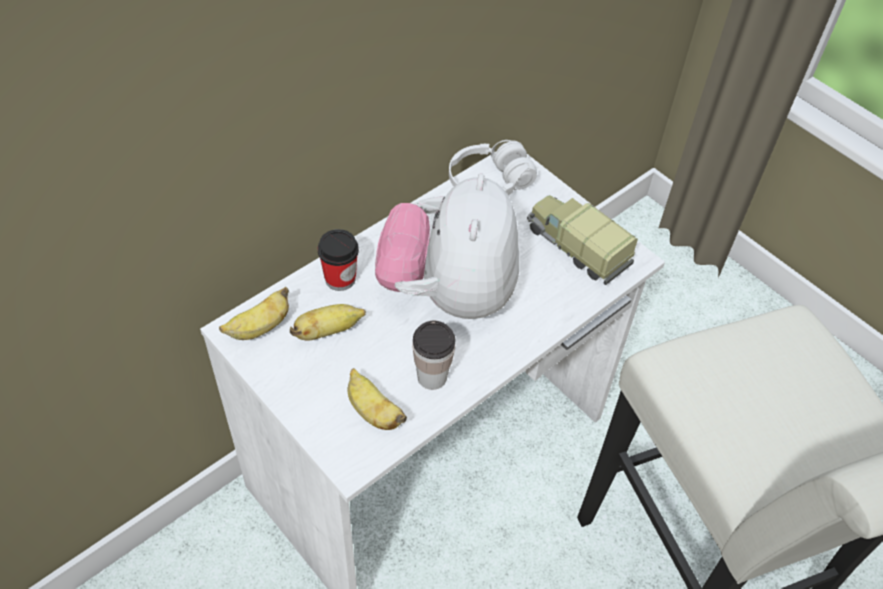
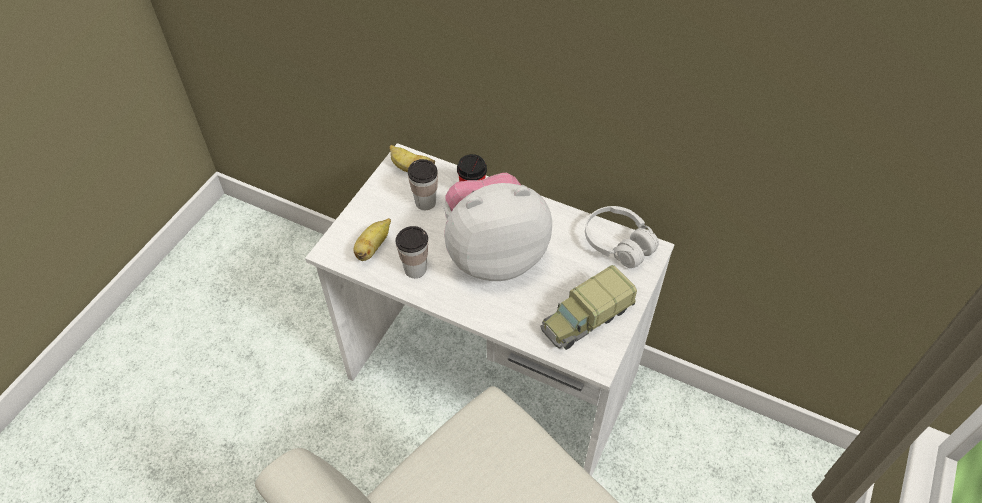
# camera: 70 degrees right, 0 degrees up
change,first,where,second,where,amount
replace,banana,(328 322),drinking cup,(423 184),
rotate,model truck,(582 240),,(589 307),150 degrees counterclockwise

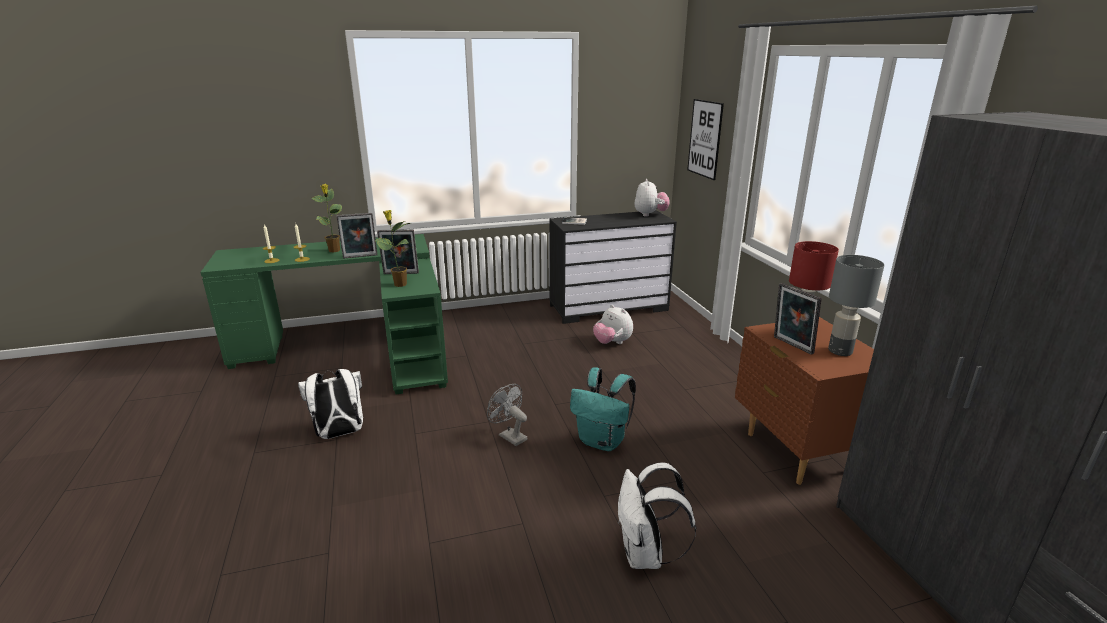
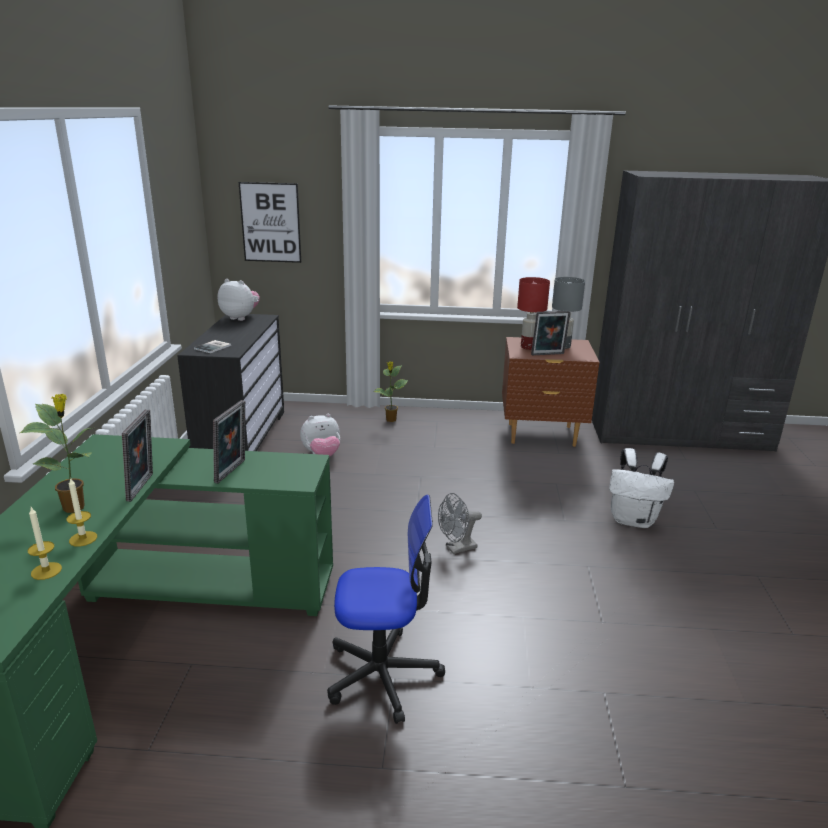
# camera: 70 degrees left, 0 degrees up
change,first,where,second,where,amount
replace,white-coloured rucksack,(330 404),computer chair,(386 609),
move,houseplant,(394 248),,(390 392),
delete,blue-green rucksack,(603 409),,,

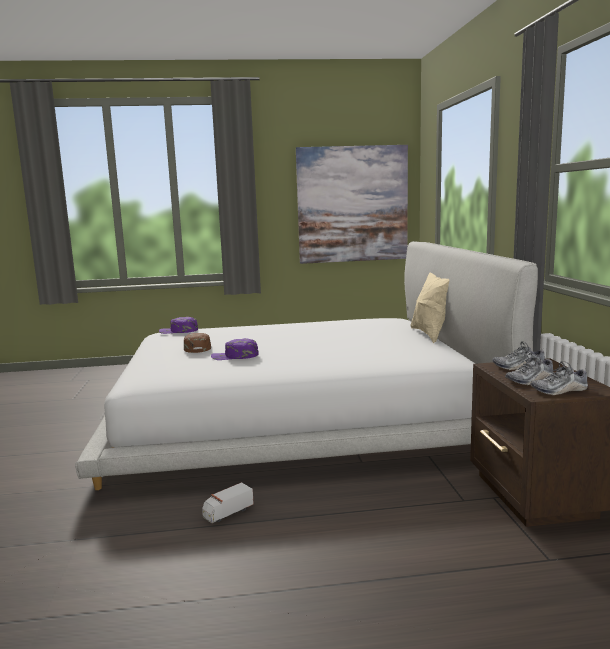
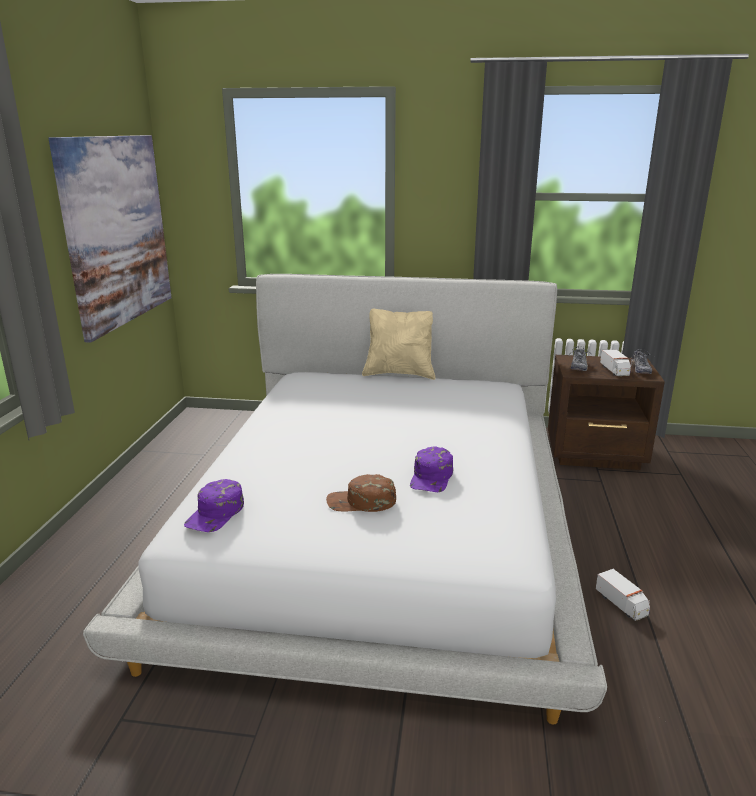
# camera: 75 degrees left, 10 degrees up
change,first,where,second,where,amount
replace,shoe,(529 369),model truck,(616 362),

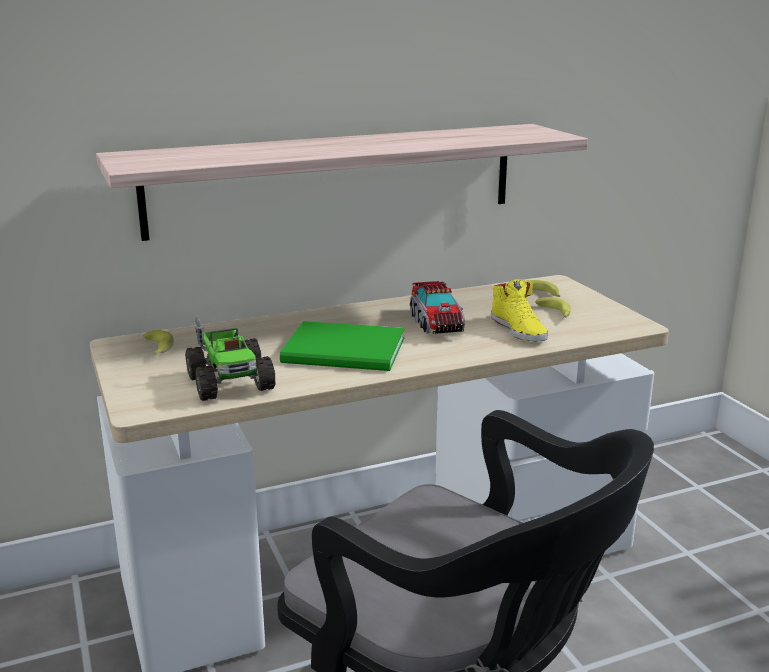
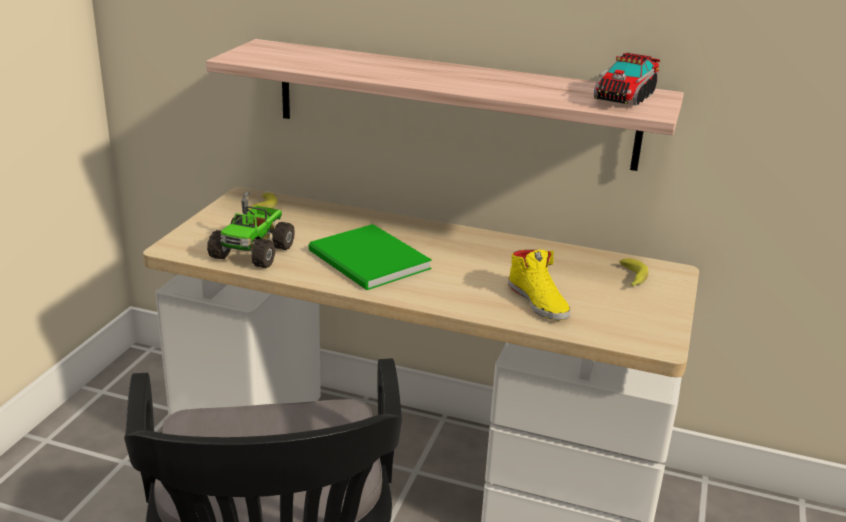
# camera: 40 degrees right, 5 degrees up
change,first,where,second,where,amount
move,model truck,(437 307),,(627 79),
rotate,yellowish shoe,(519 310),,(539 285),45 degrees counterclockwise
delete,banana,(553 307),,,

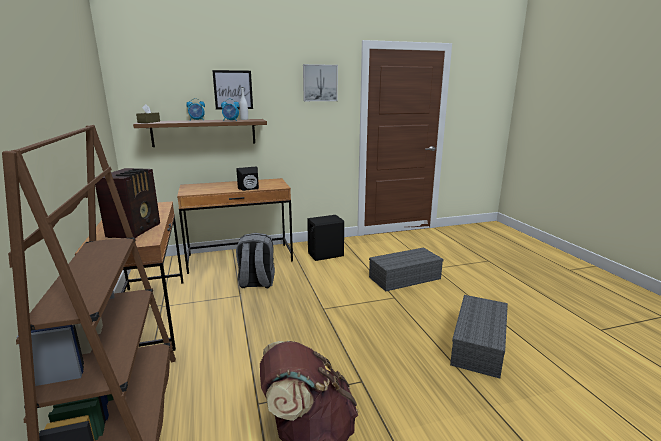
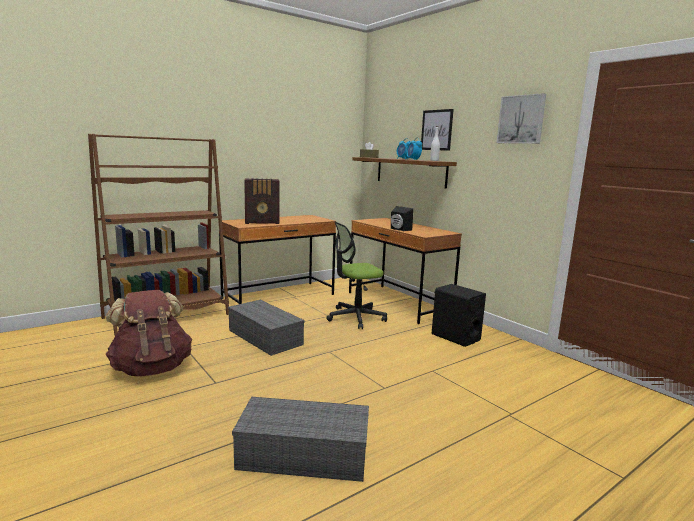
# camera: 70 degrees right, 5 degrees down
change,first,where,second,where,amount
replace,greyish rucksack,(255 260),computer chair,(356 275),
move,greyish storage container,(406 269),,(266 328),

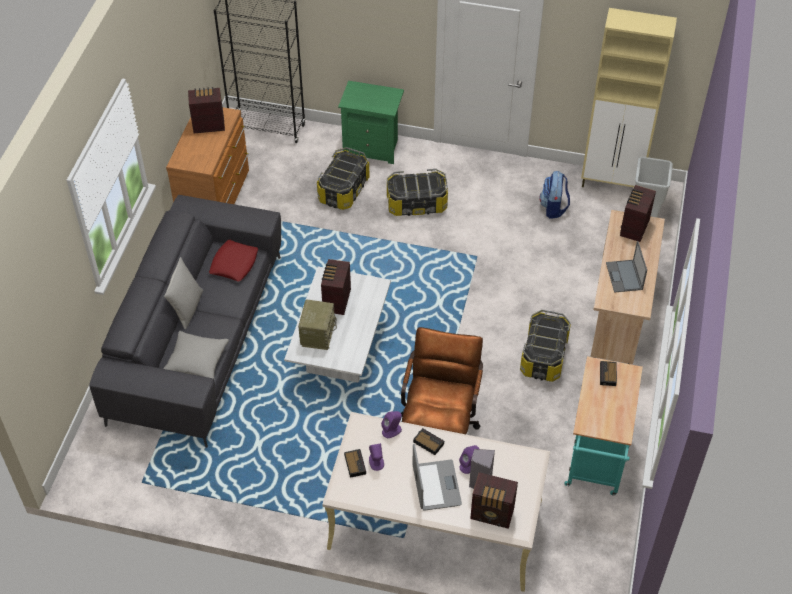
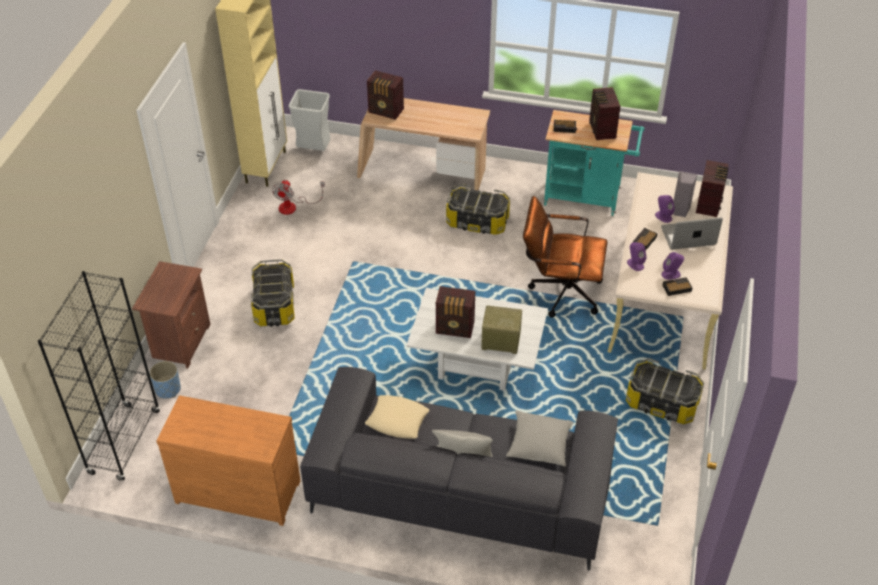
# camera: 90 degrees left, 5 degrees down
change,first,where,second,where,amount
move,radio receiver,(206 110),,(605 113),
recolor,red-coloured pillow,(233 261),beige pillow,(397 417),
move,storage container,(343 178),,(665 391),
recolor,greenish nightstand,(371 122),brown nightstand,(171 314),
replace,rucksack,(554 194),electric fan,(298 197),
delete,portable computer,(626 267),,,
insert,,,bluish flower pot,(165 380),

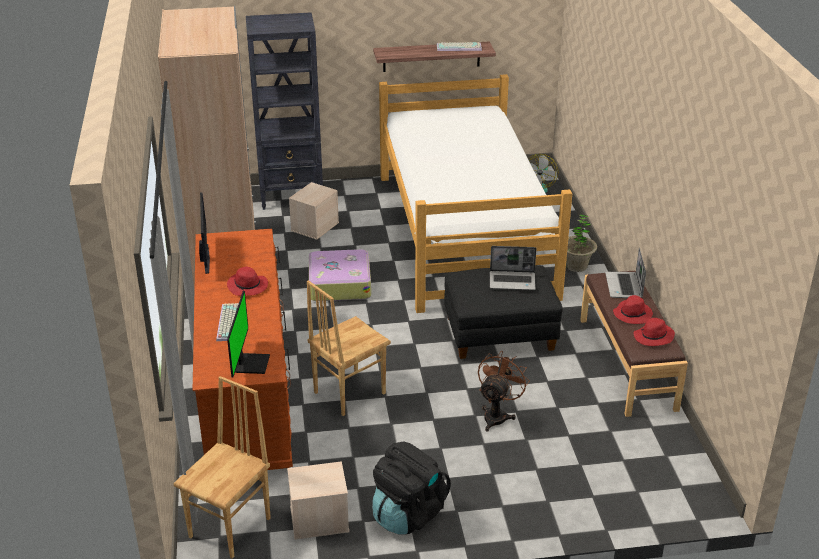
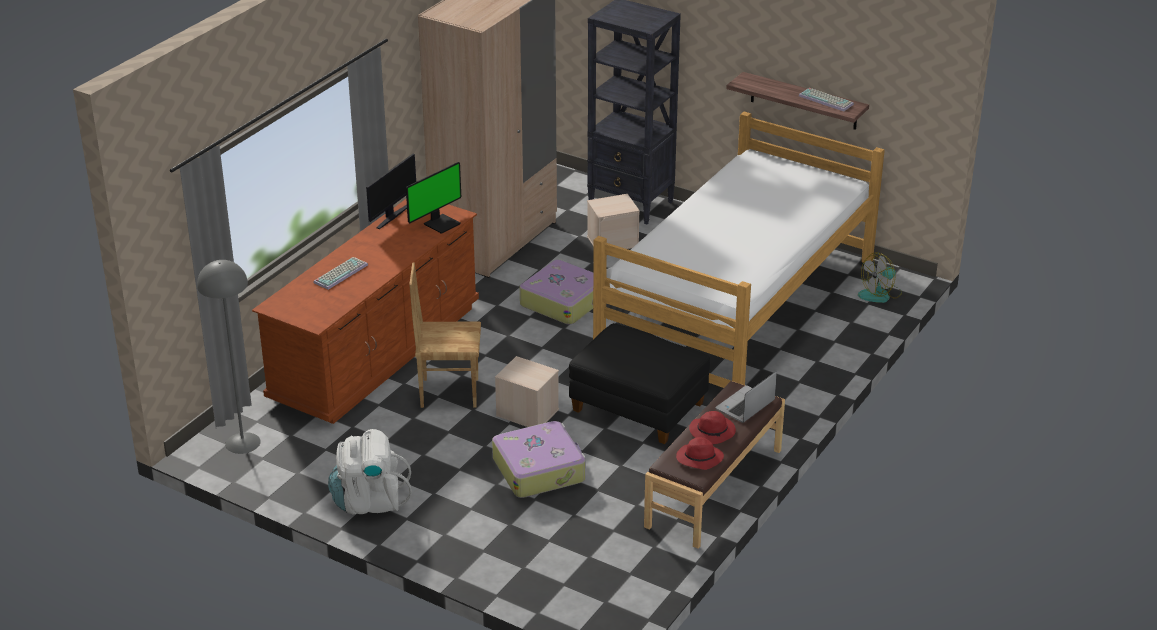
# camera: 40 degrees right, 0 degrees up
change,first,where,second,where,amount
replace,brown plain chair,(222 467),greyish floor lamp,(229 357),
delete,red-coloured clothing hat,(247 281),,,
move,monitor,(248 334),,(433 198),
move,beige storage container,(318 500),,(527 391),
recolor,black rucksack,(411 488),white-coloured rucksack,(370 471),
replace,brown electric fan,(504 391),suitcase,(539 459),
delete,portable computer,(513 268),,,
delete,houseplant,(581 243),,,

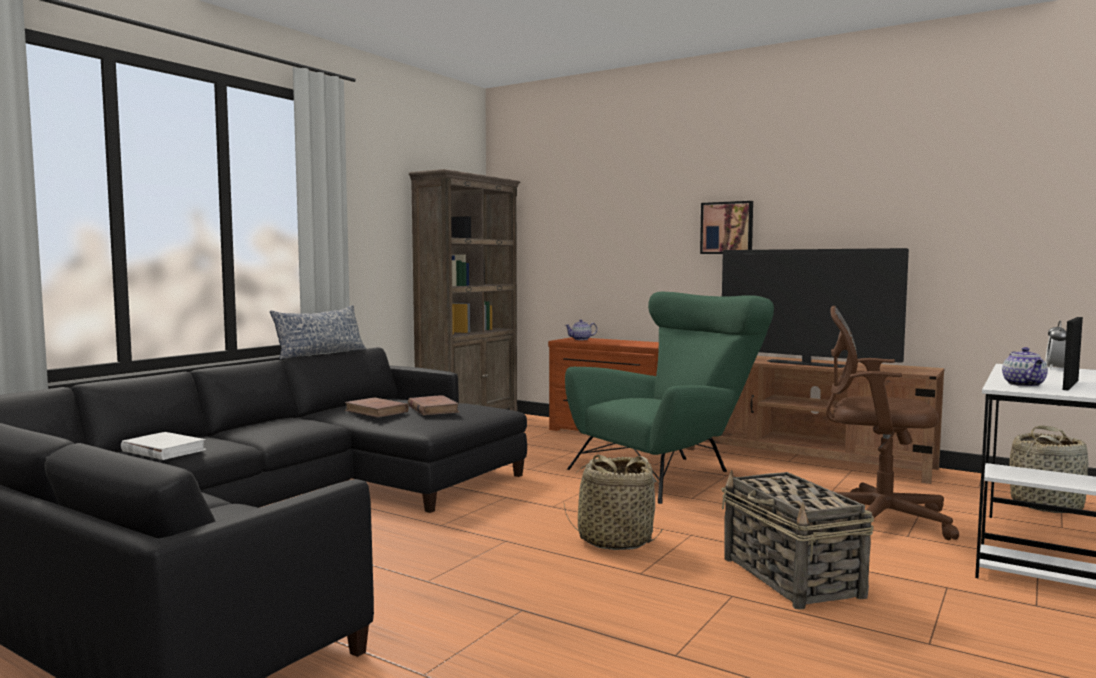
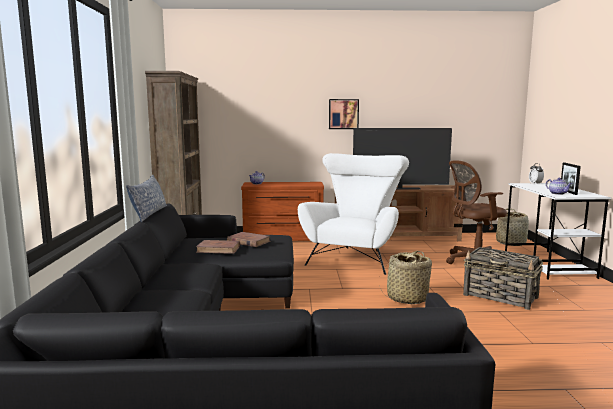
# camera: 35 degrees left, 5 degrees up
change,first,where,second,where,amount
delete,white-coloured book,(163 446),,,
recolor,greenish easy chair,(669 398),white-coloured easy chair,(353 214),

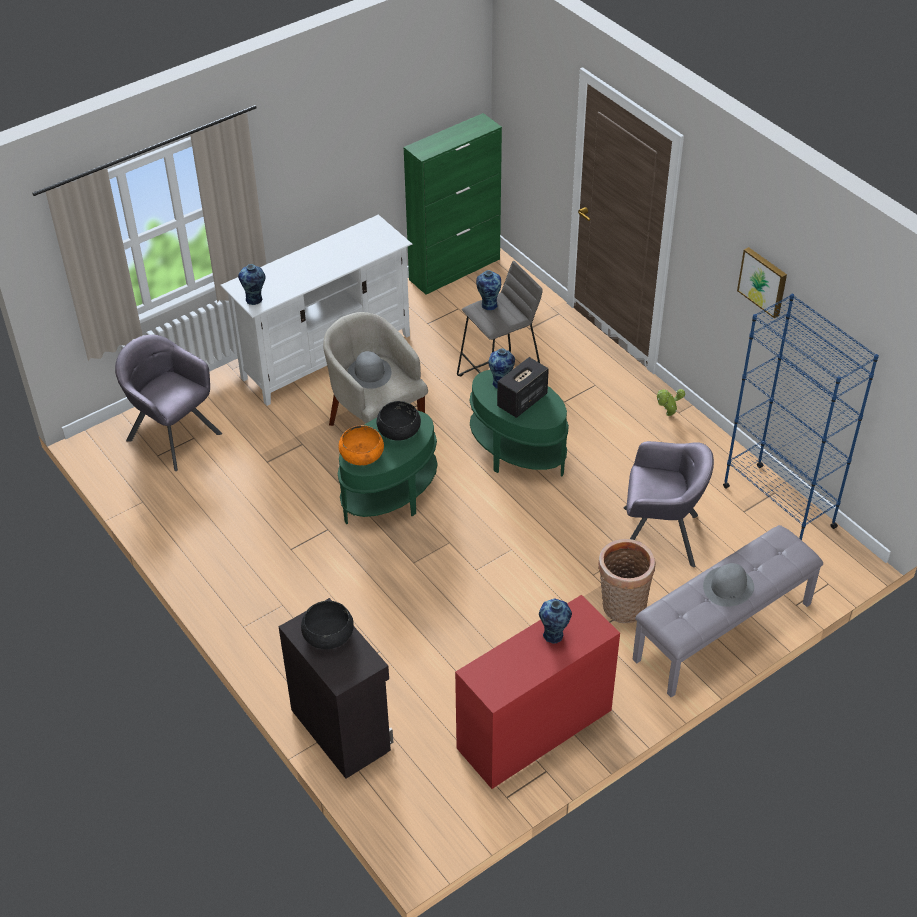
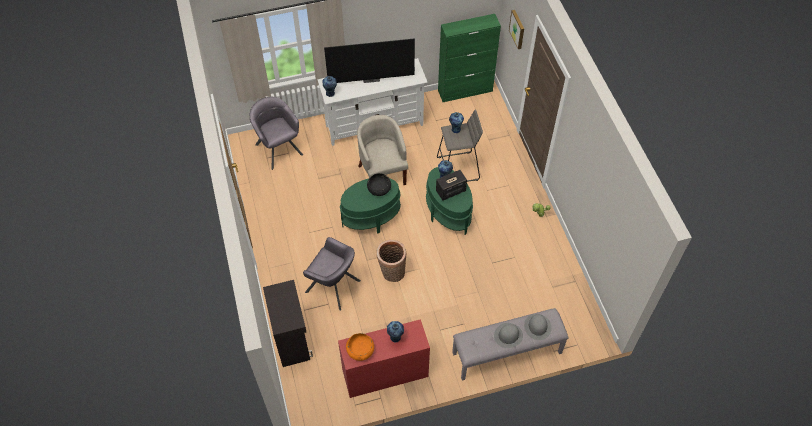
# camera: 20 degrees right, 10 degrees up
change,first,where,second,where,amount
delete,black bowl,(327 625),,,
move,orange-coloured bowl,(361 445),,(360 347),
move,greyish clothing hat,(370 370),,(538 327),
move,storage basket,(627 581),,(392 261),
move,greyish easy chair,(669 504),,(332 274),
delete,bluish bookcase,(801 417),,,
move,picture,(762 282),,(516 29),
insert,,,television,(369 60),

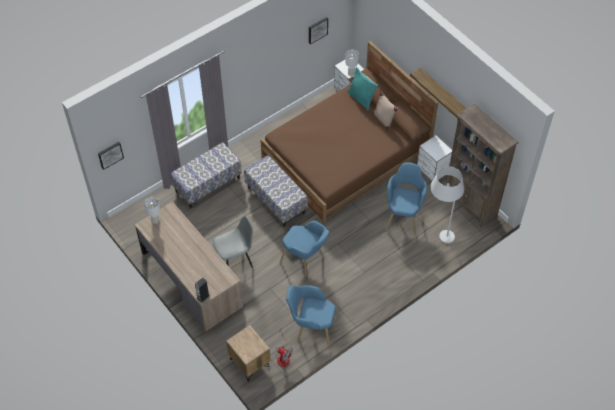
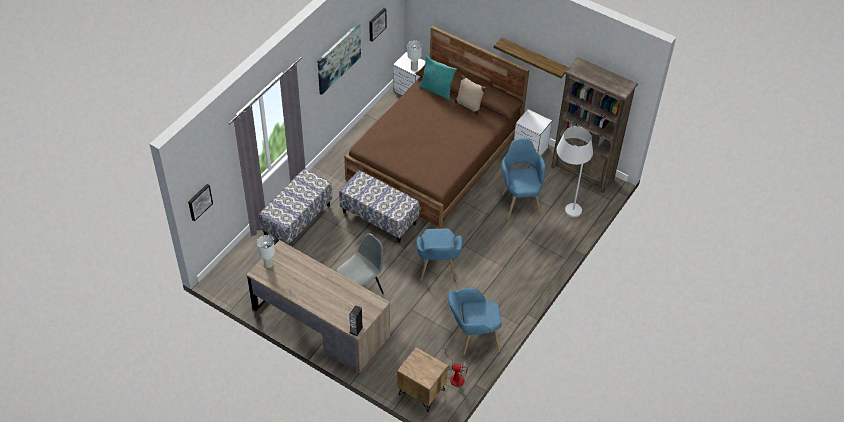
# camera: 20 degrees left, 5 degrees down
change,first,where,second,where,amount
rotate,bluish easy chair,(304 249),,(439 255),75 degrees clockwise
insert,,,picture,(339 59),

